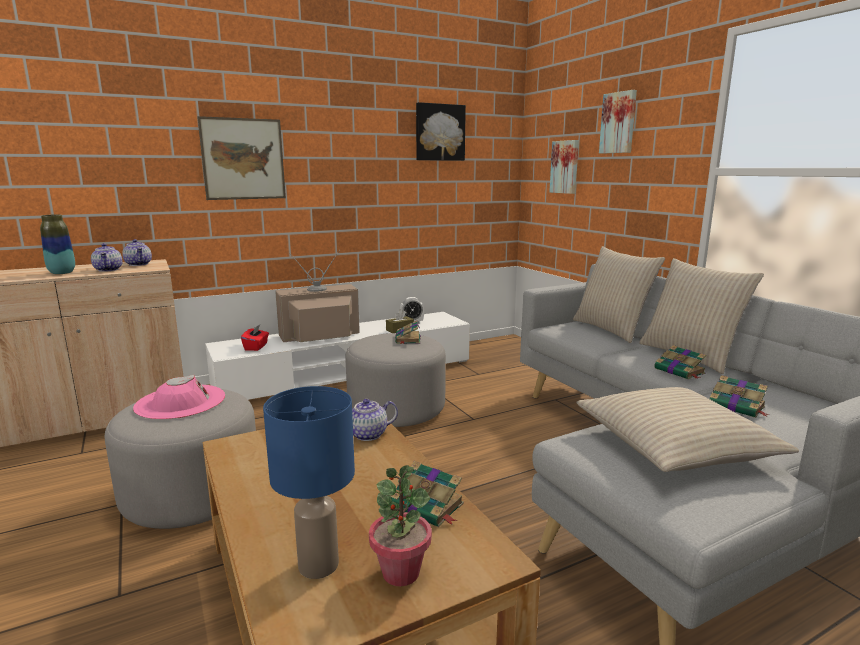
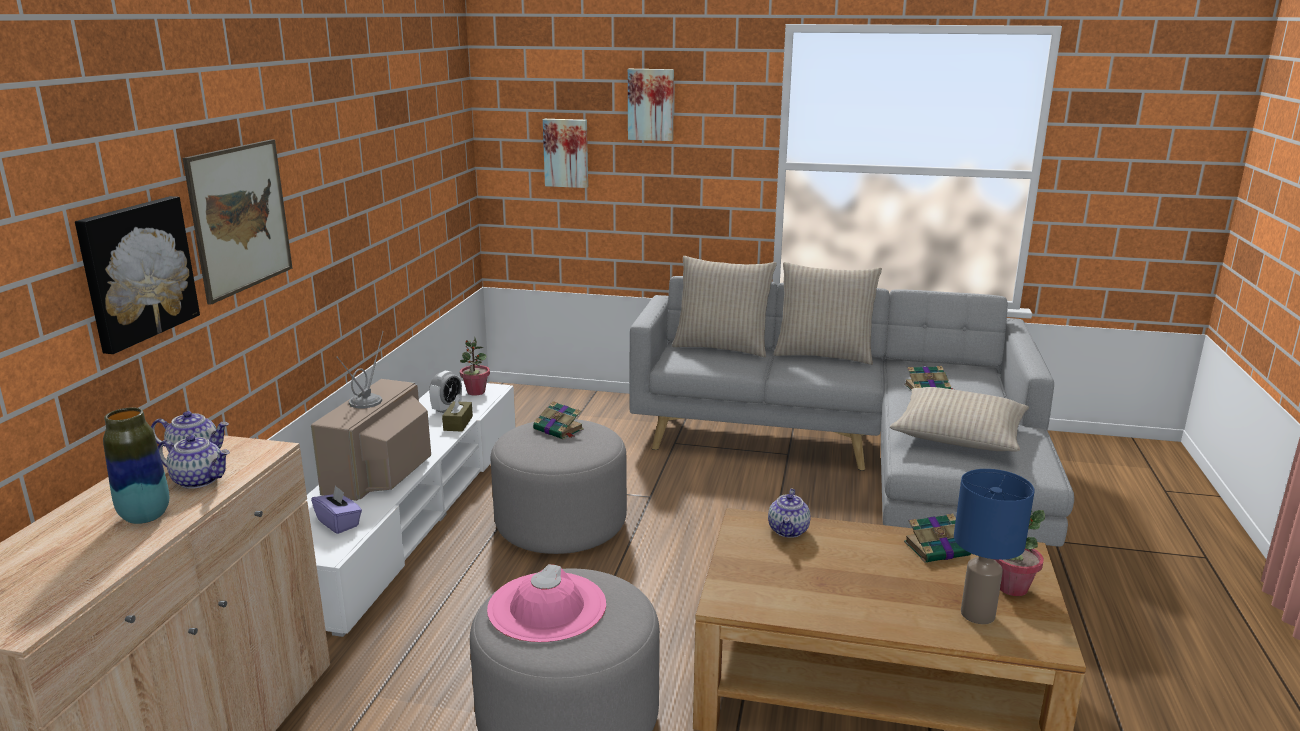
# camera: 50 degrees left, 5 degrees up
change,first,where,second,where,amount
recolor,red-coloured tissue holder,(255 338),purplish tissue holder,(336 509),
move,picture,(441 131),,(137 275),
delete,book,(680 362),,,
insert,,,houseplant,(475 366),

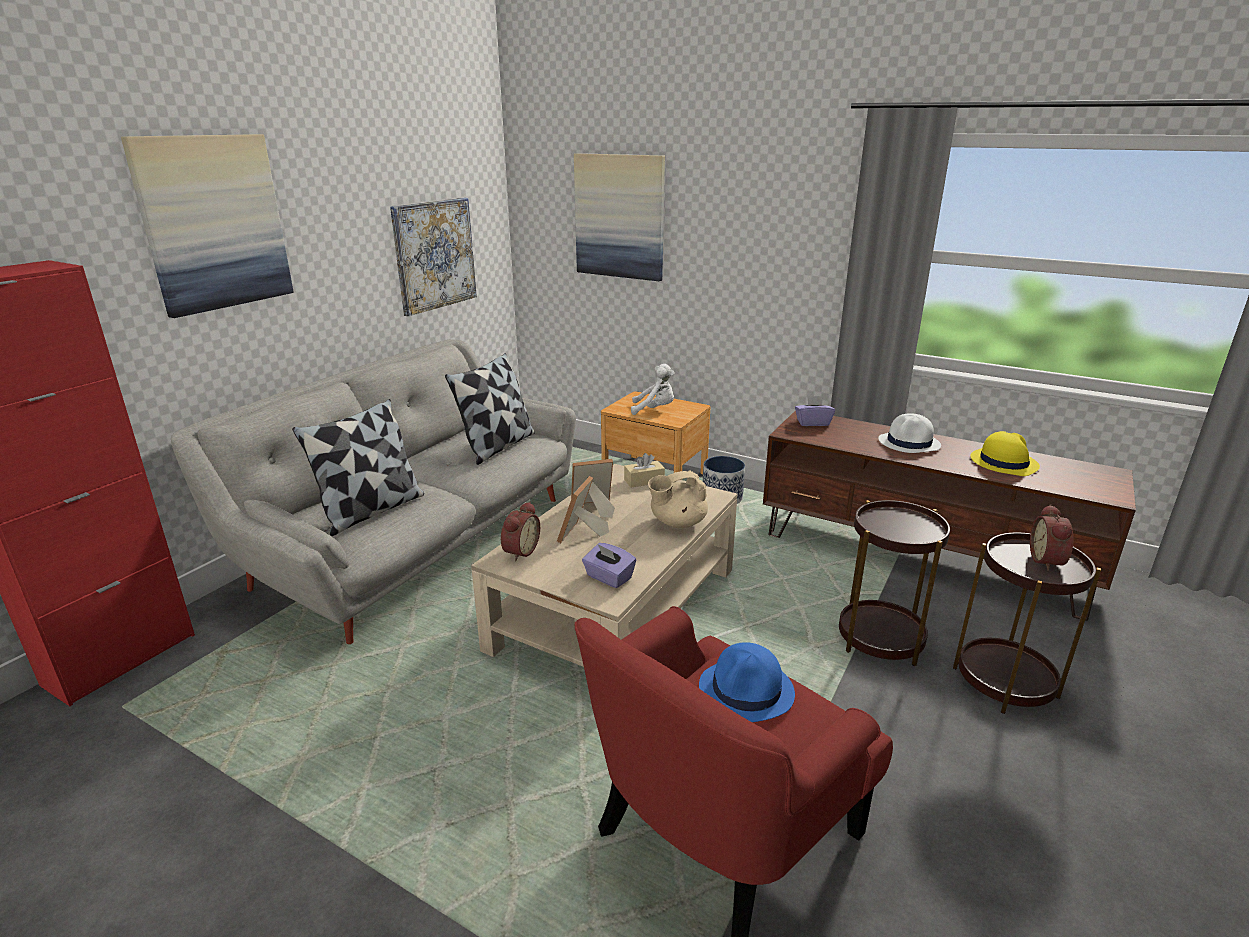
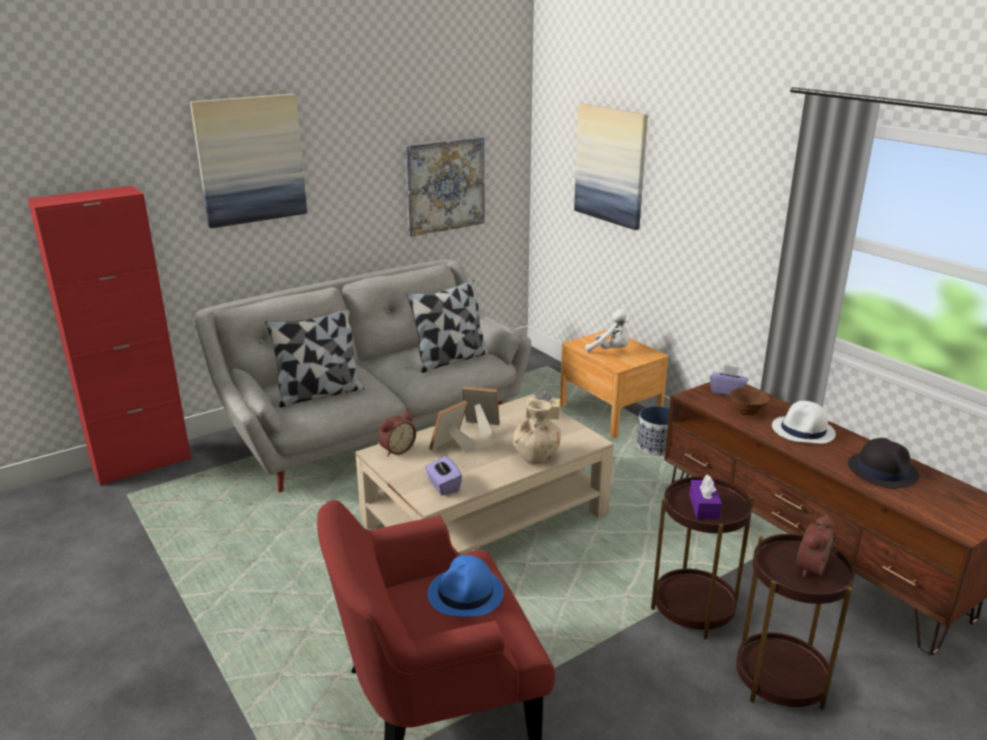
# camera: 25 degrees right, 0 degrees up
change,first,where,second,where,amount
replace,beige tea pot,(678 499),beige flower vase,(537 432),
recolor,yellowish clothing hat,(1005 453),black clothing hat,(883 463),
insert,,,purplish tissue holder,(705 497),
insert,,,brown bowl,(750 401),

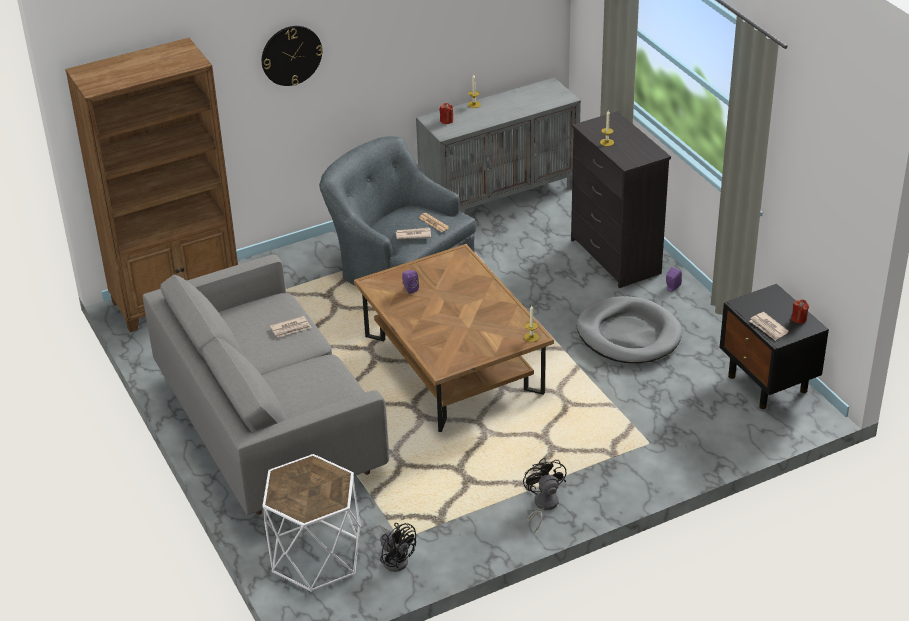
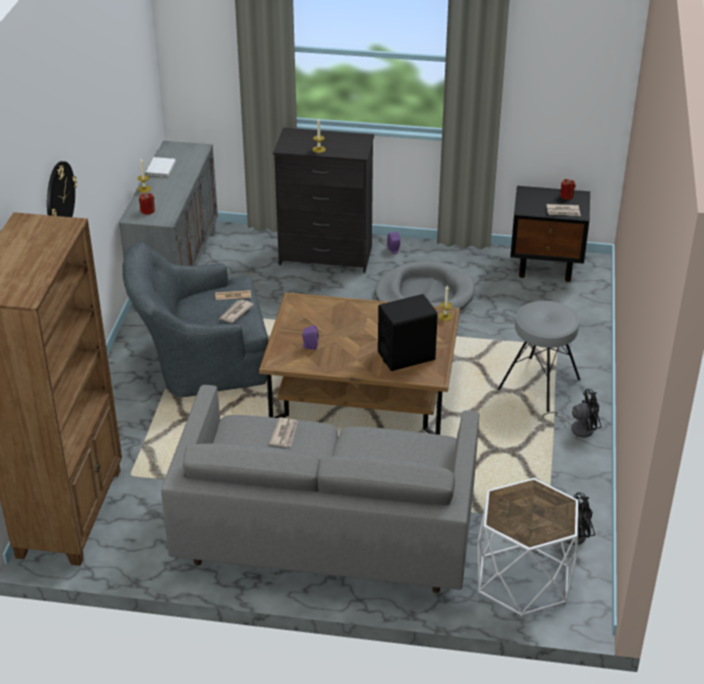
# camera: 55 degrees left, 0 degrees up
change,first,where,second,where,amount
rotate,black electric fan,(545 495),,(571 413),150 degrees clockwise
insert,,,white-coloured book,(161 167),
insert,,,black audio speaker,(408 332),
insert,,,greyish stool,(539 356),

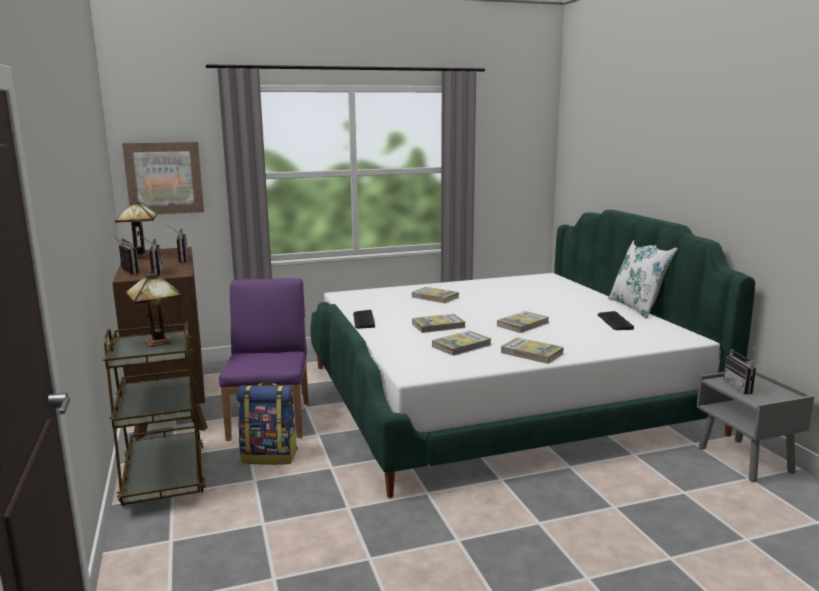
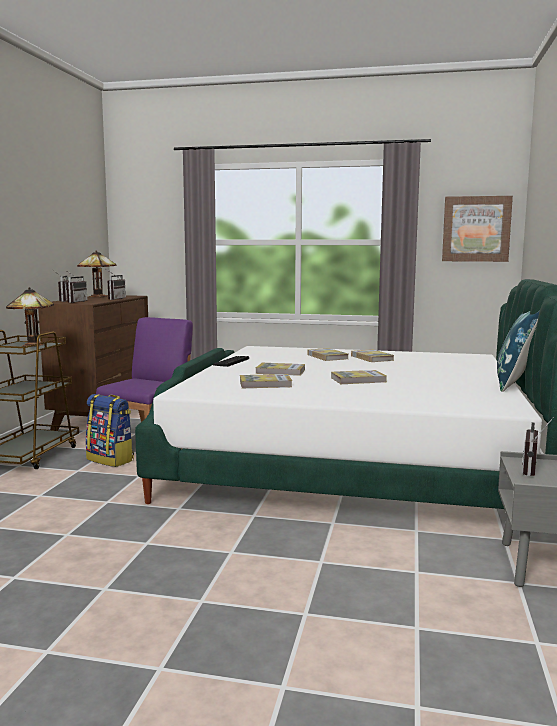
# camera: 30 degrees right, 5 degrees down
change,first,where,second,where,amount
move,picture,(163 178),,(477 229),
move,book,(532 350),,(372 355),
delete,computer keyboard,(616 320),,,
recolor,white-coloured pillow,(643 280),bluish pillow,(518 351),

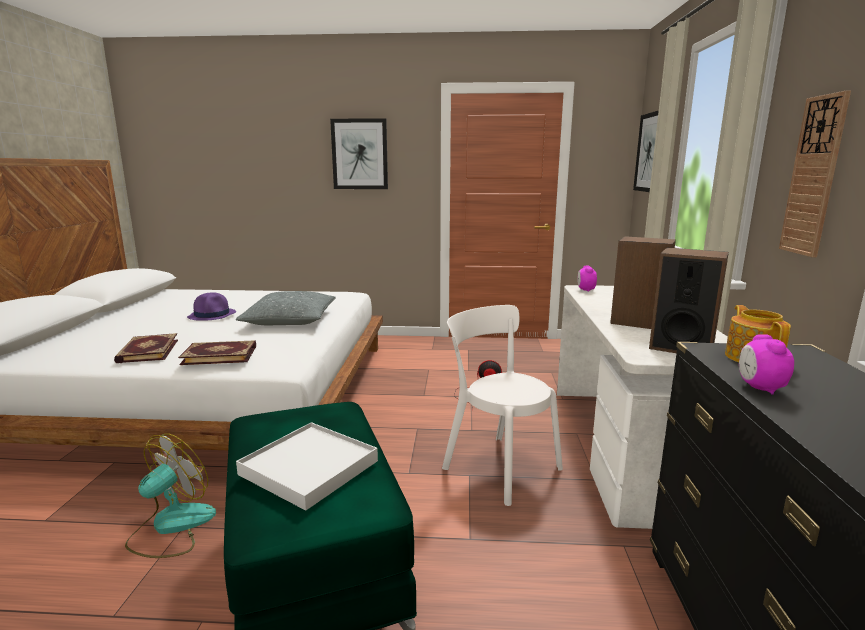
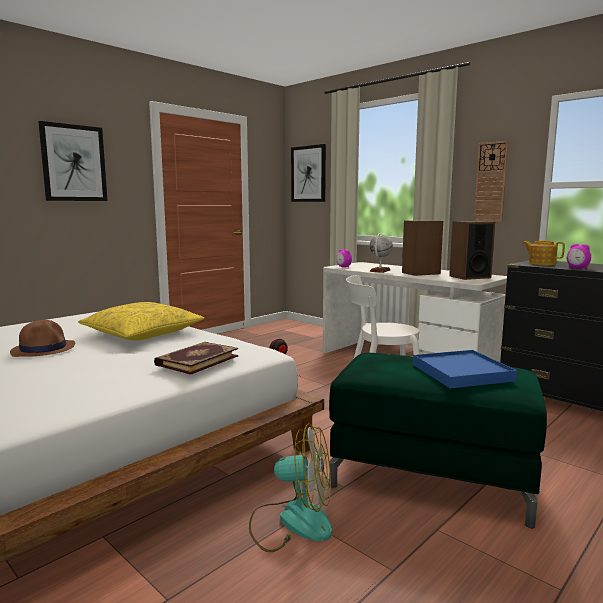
# camera: 50 degrees left, 5 degrees down
change,first,where,second,where,amount
delete,book,(146 348),,,
rotate,electric fan,(170 496),,(291 487),120 degrees clockwise
recolor,purplish clothing hat,(211 306),brown clothing hat,(42 338),
recolor,greyish pillow,(286 308),yellowish pillow,(141 321),
recolor,white-coloured carrying tray,(307 466),bluish carrying tray,(465 369),
insert,,,globe,(381 253),

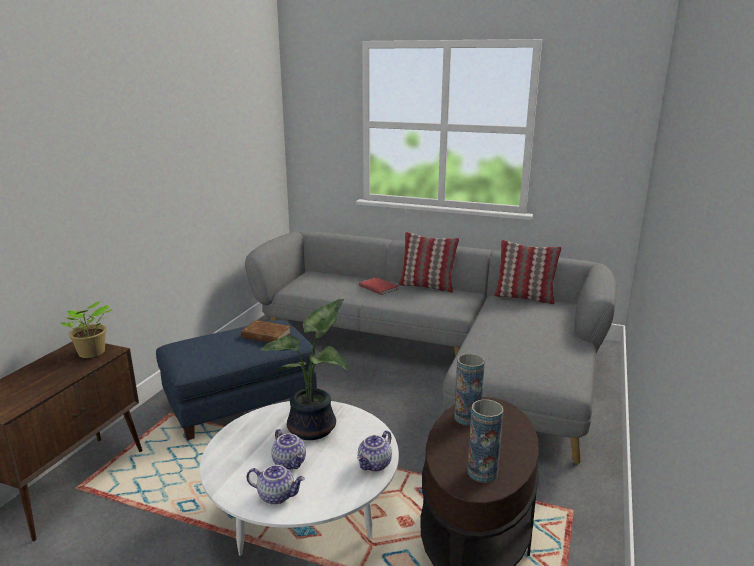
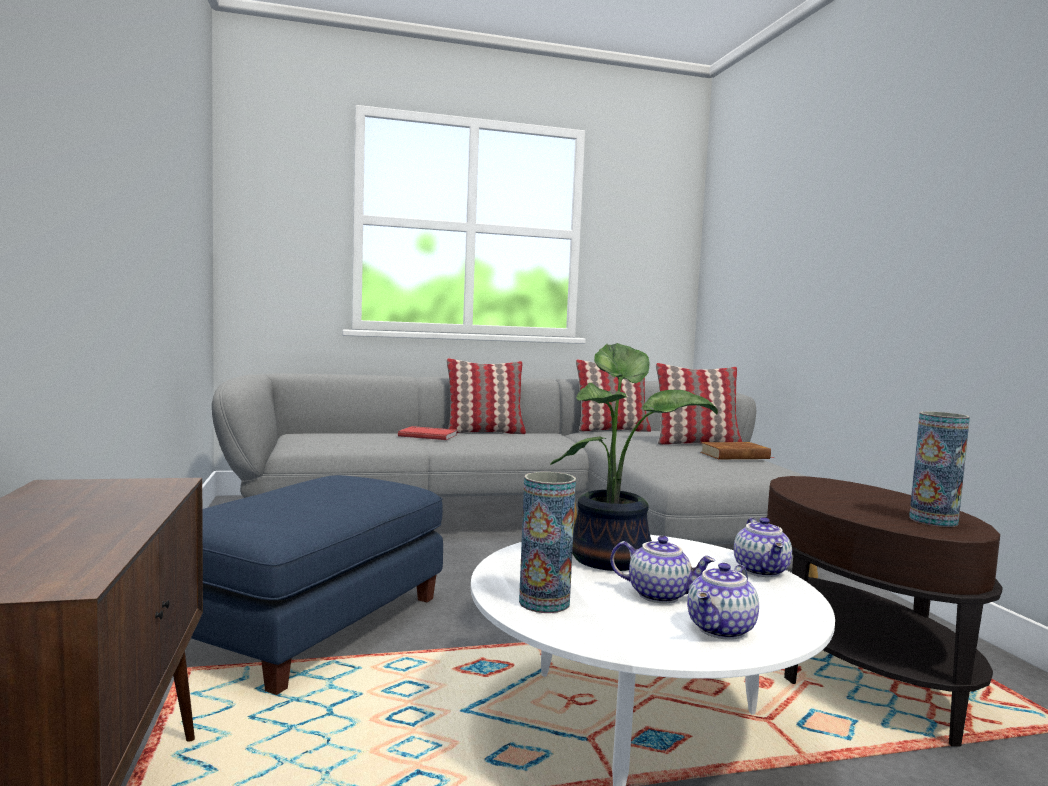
# camera: 35 degrees left, 15 degrees down
change,first,where,second,where,amount
delete,houseplant,(87 329),,,
move,brown book,(266 331),,(737 450),
rotate,tea pot,(275 485),,(723 601),150 degrees clockwise
move,flower vase,(469 389),,(547 542),
insert,,,pillow,(699 404),

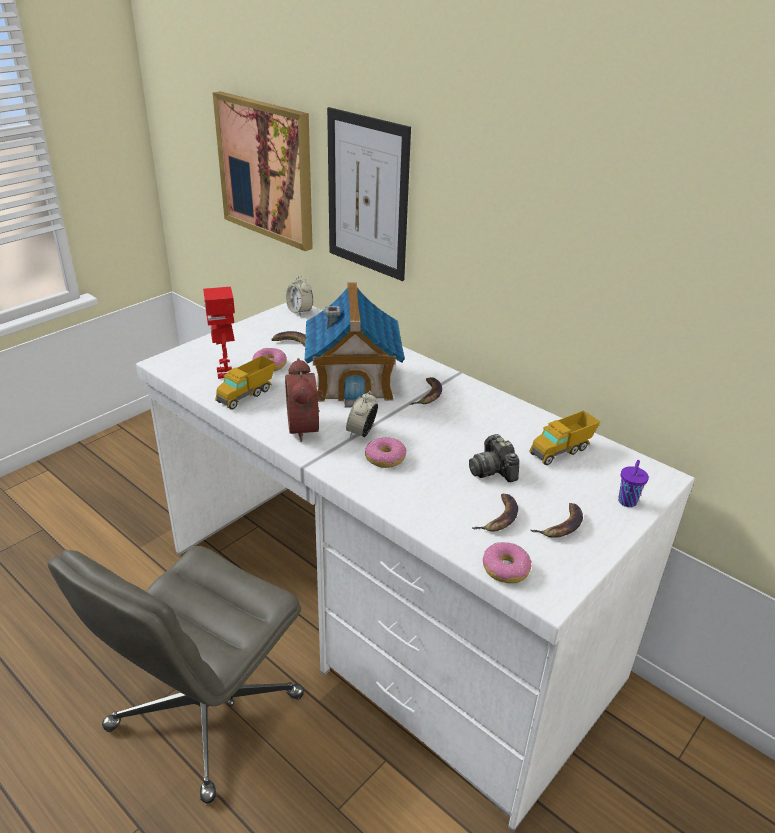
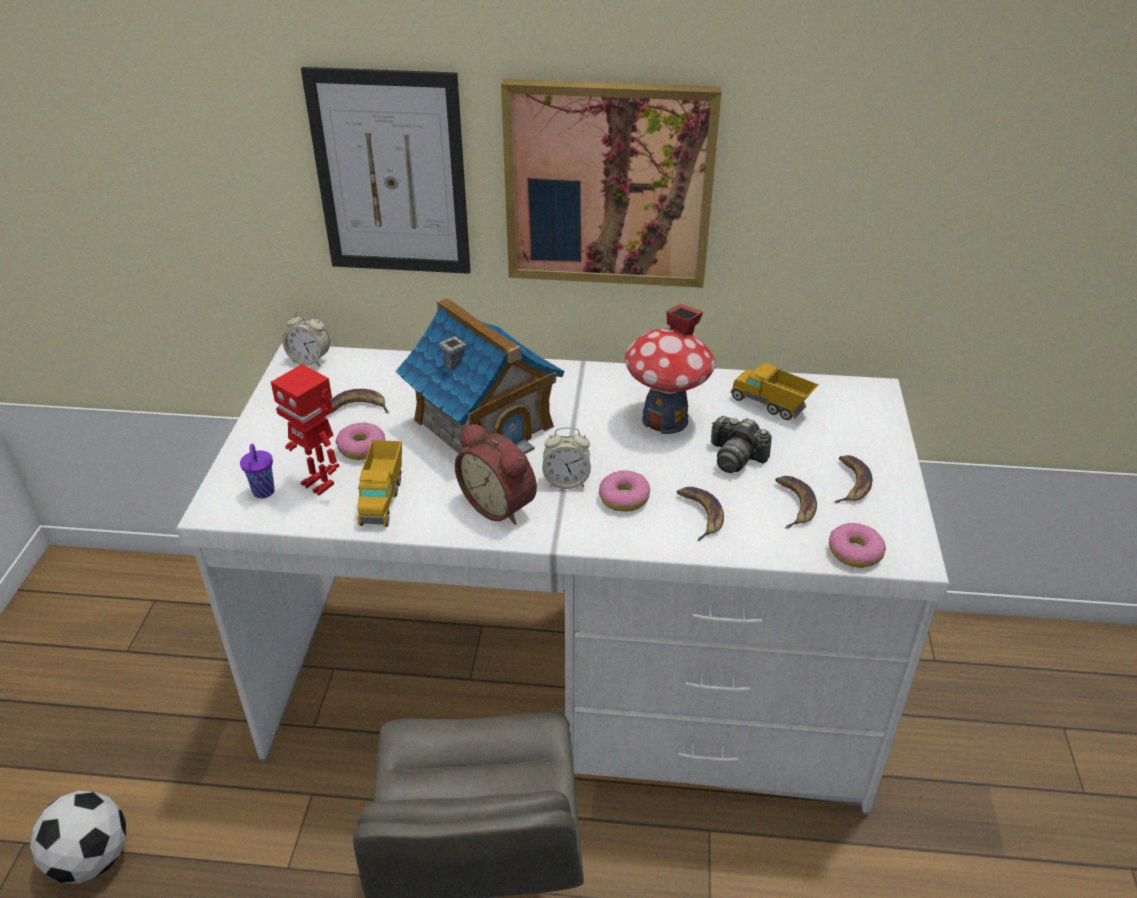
# camera: 35 degrees left, 5 degrees up
change,first,where,second,where,amount
move,picture,(263 171),,(611 183),
rotate,bedside clock,(362 414),,(566 458),75 degrees counterclockwise
move,banana,(425 391),,(700 514),
rotate,model truck,(564 438),,(774 391),105 degrees clockwise
move,purplish drinking cup,(633 483),,(257 471),
insert,,,football ball,(78 837),
insert,,,model house,(670 369),

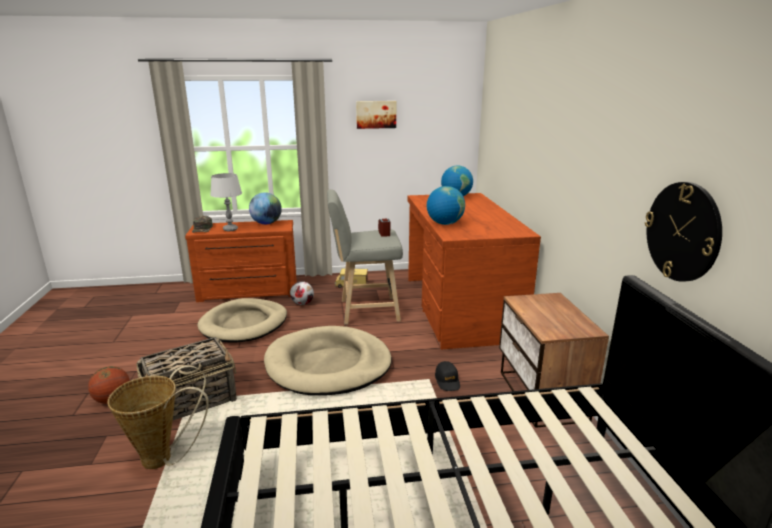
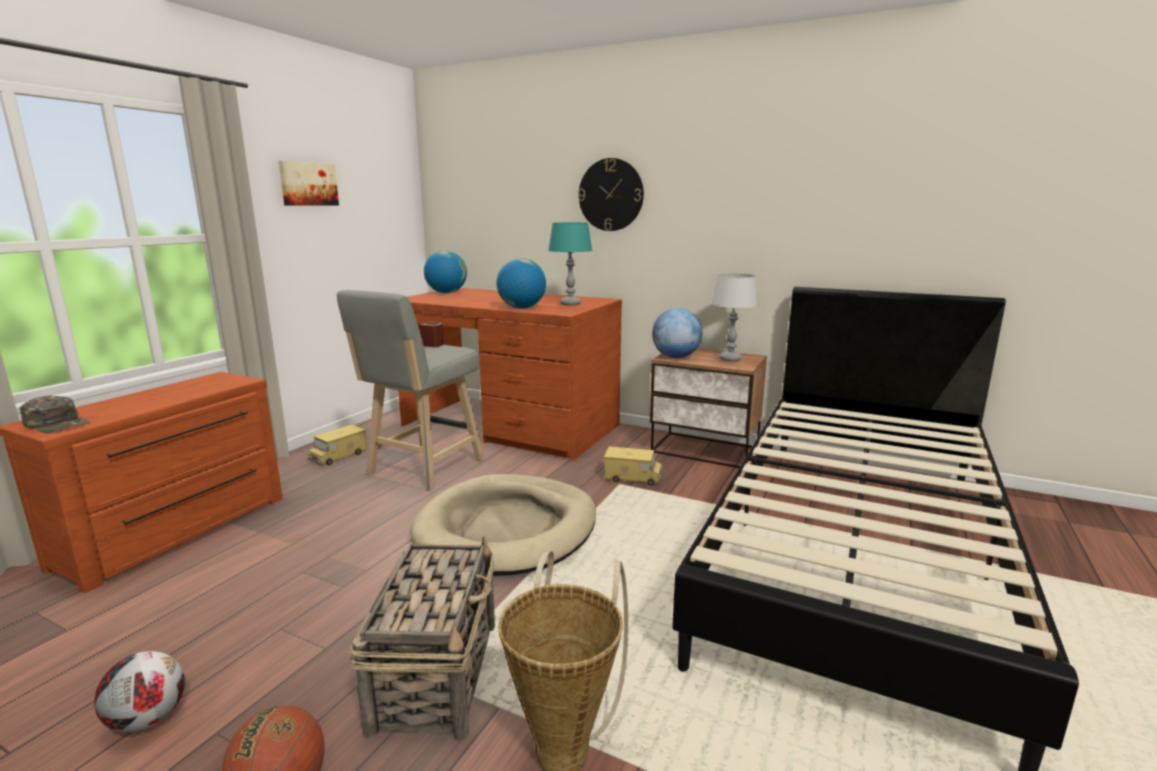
# camera: 55 degrees left, 5 degrees down
change,first,where,second,where,amount
delete,beige dog cushion,(242 320),,,
move,greyish lamp for a table,(226 202),,(734 317),
move,globe,(265 208),,(677 333),
move,football ball,(302 293),,(139 692),
replace,black baseball cap,(447 376),model truck,(633 465),
move,wall clock,(683 232),,(611 194),
insert,,,blue-green lamp for a table,(570 264),

